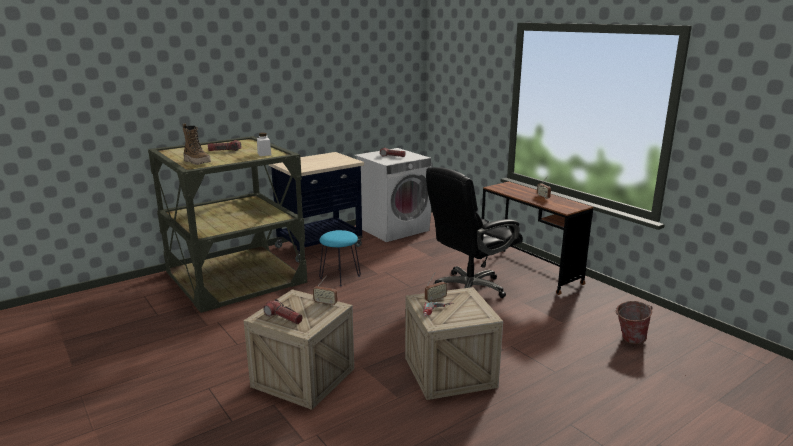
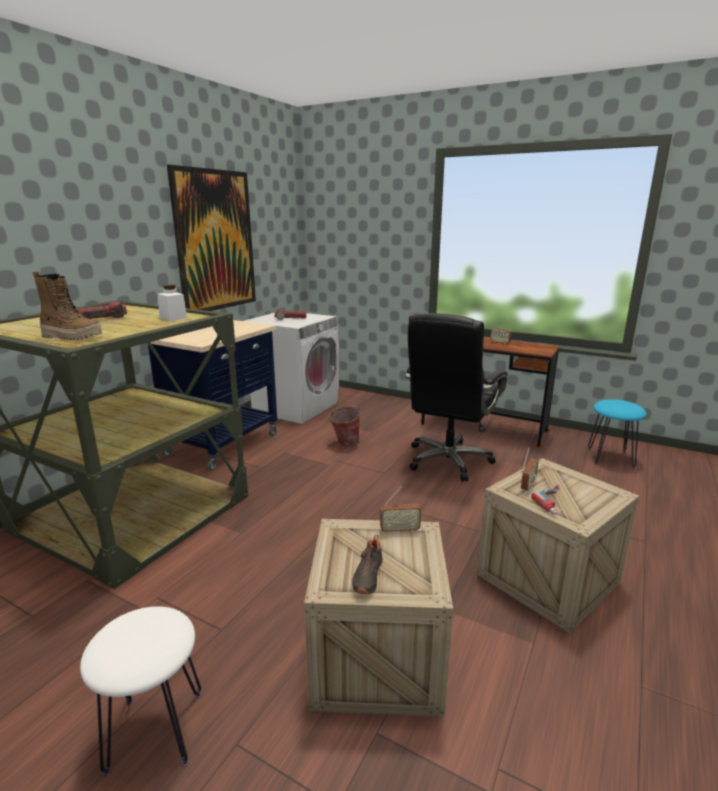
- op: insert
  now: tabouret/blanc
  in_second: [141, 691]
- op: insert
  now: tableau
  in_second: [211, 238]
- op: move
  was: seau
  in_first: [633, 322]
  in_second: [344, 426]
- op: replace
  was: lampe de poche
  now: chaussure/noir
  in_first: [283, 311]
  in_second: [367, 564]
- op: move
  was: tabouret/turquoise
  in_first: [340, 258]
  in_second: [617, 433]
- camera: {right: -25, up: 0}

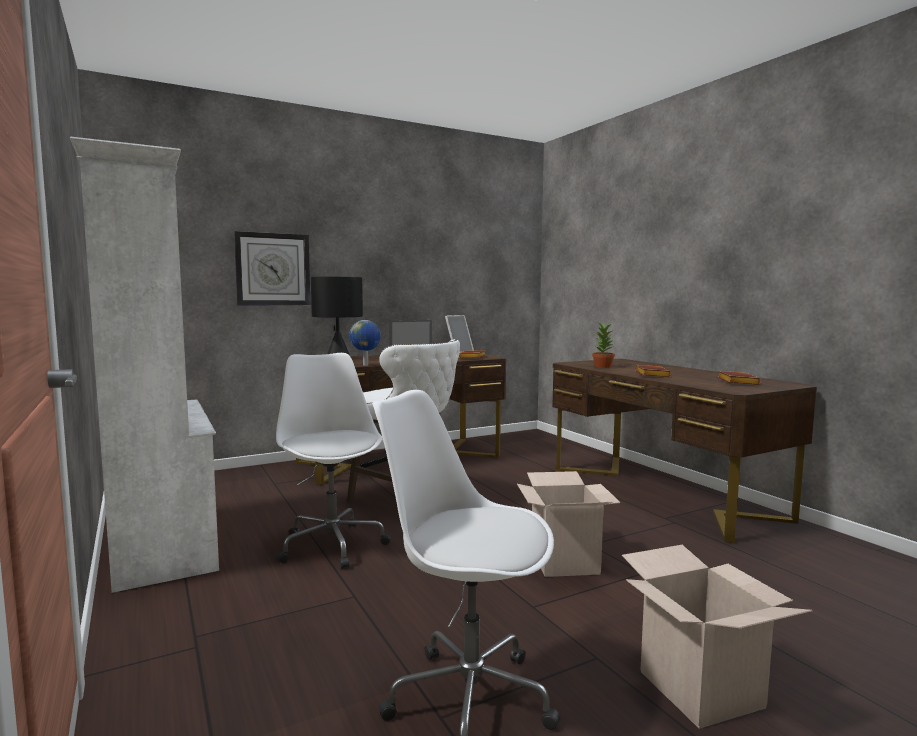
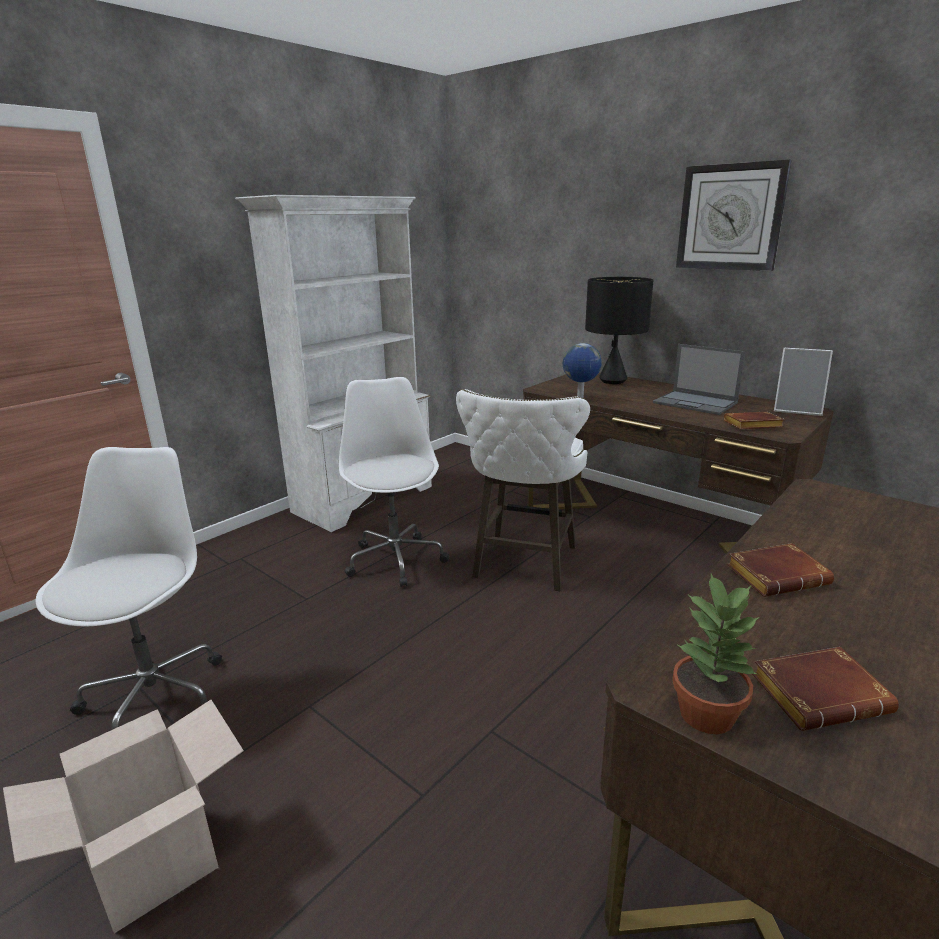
- op: rotate
  was: chaise de bureau/blanc
  in_first: [333, 461]
  in_second: [394, 482]
  clockwise: -60
- op: move
  was: plante en pot
  in_first: [603, 345]
  in_second: [716, 654]
- op: move
  was: horloge murale
  in_first: [272, 268]
  in_second: [733, 215]
- op: delete
  was: carton
  in_first: [569, 524]
- camera: {right: 70, up: 15}

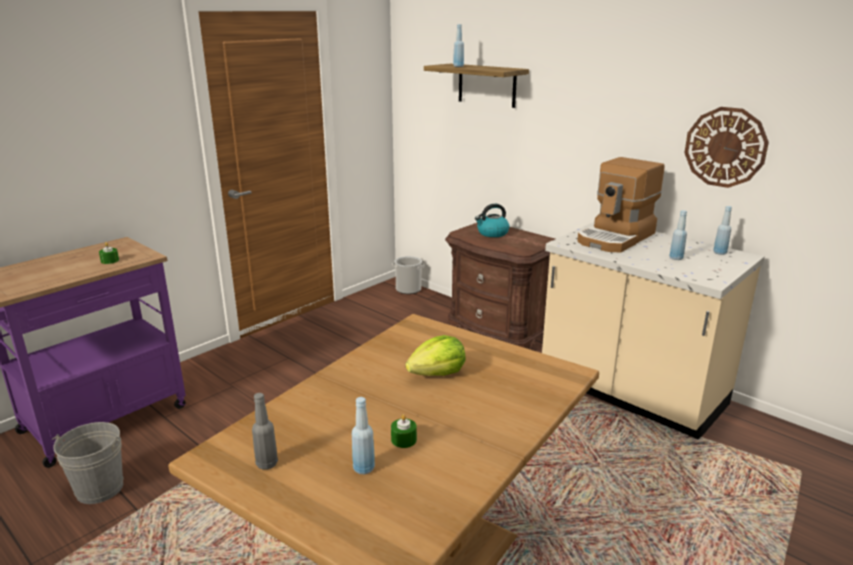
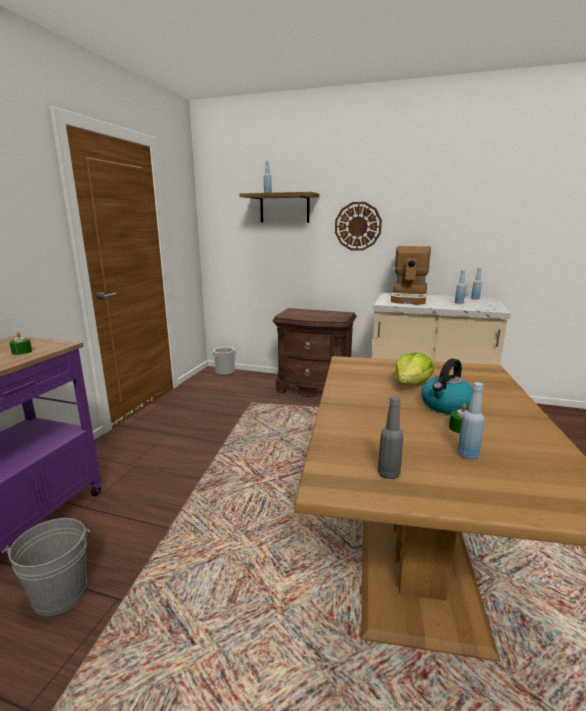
- op: move
  was: horloge murale
  in_first: [726, 147]
  in_second: [358, 226]
- op: move
  was: bouilloire
  in_first: [492, 220]
  in_second: [447, 386]
- camera: {right: -25, up: -5}

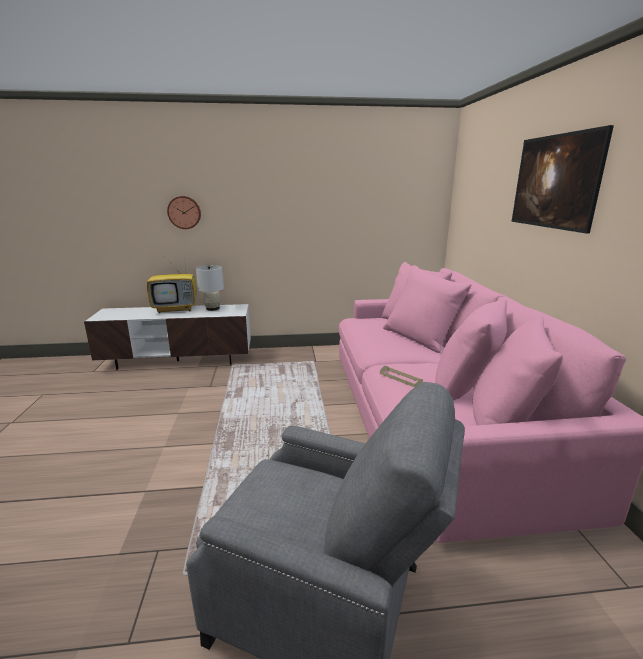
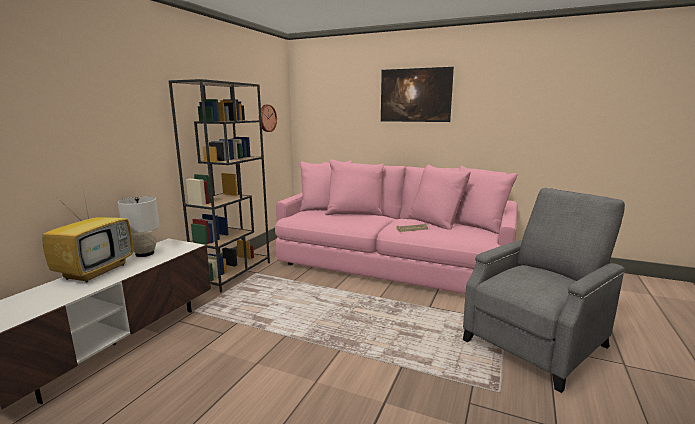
- op: insert
  now: bibliothèque
  in_second: [219, 185]
- op: move
  was: horloge murale
  in_first: [184, 212]
  in_second: [269, 118]
- camera: {right: -60, up: -5}

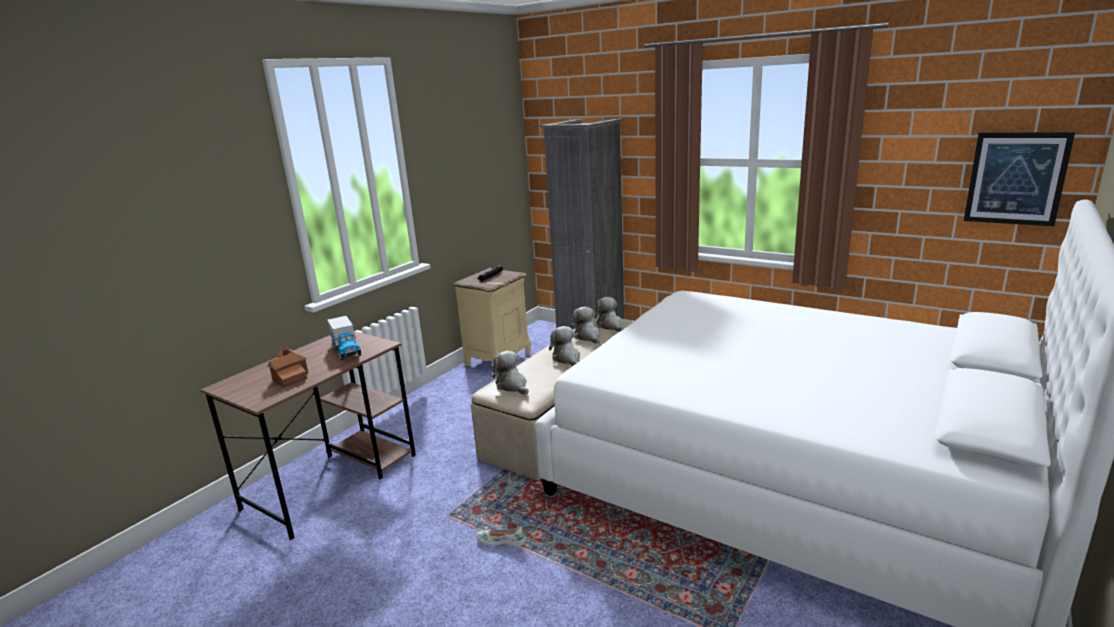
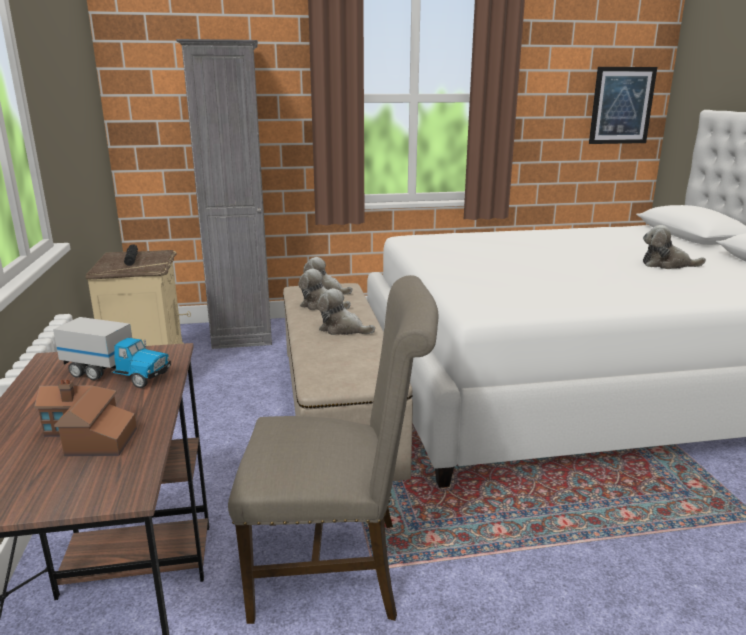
- op: insert
  now: chaise/beige
  in_second: [333, 449]
- op: move
  was: peluche
  in_first: [510, 373]
  in_second: [674, 247]
- op: delete
  was: chaussure/blanc
  in_first: [501, 537]
- camera: {right: -45, up: 0}

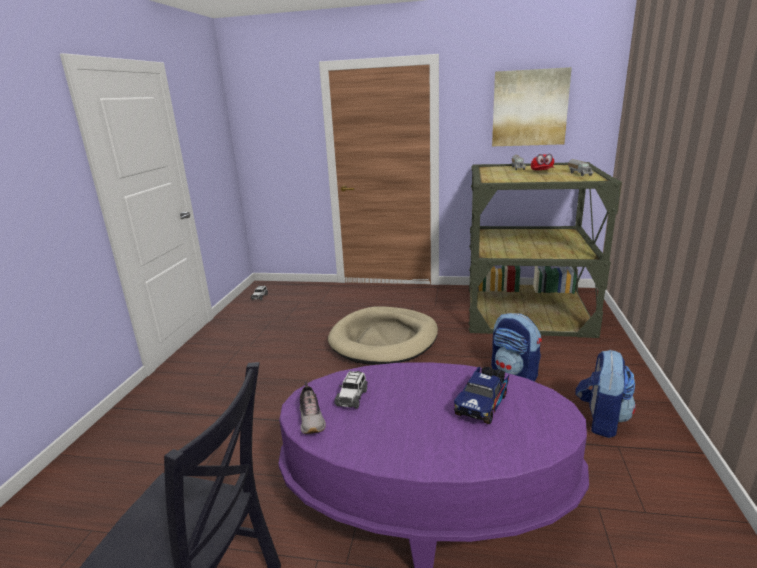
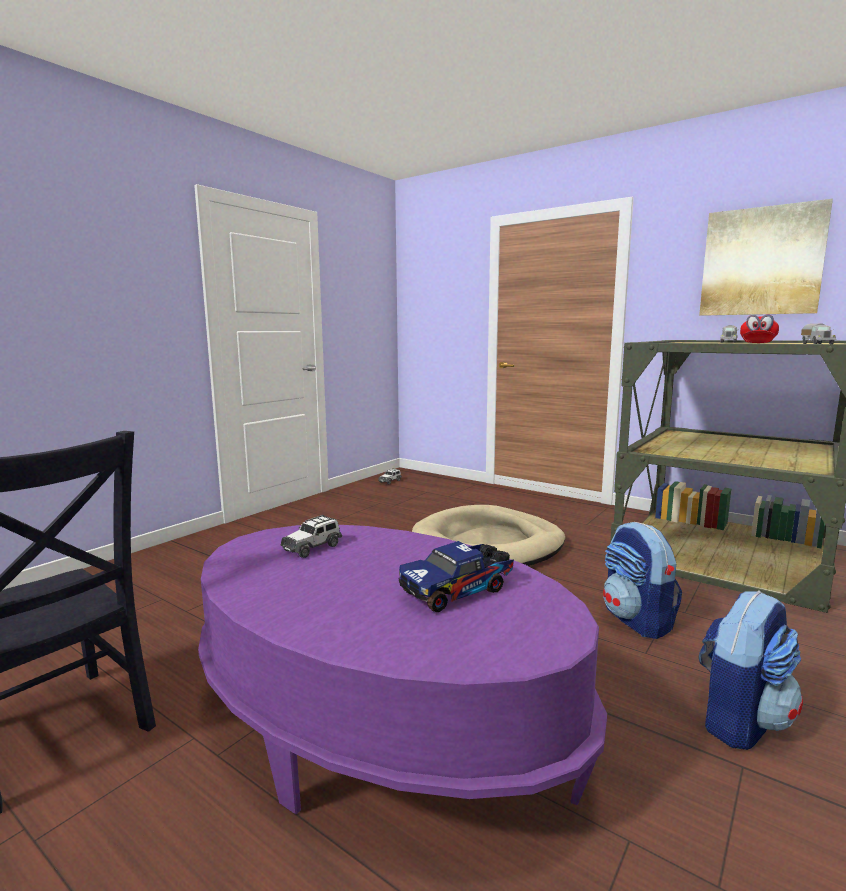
- op: delete
  was: chaussure
  in_first: [313, 407]
- camera: {right: 25, up: -10}

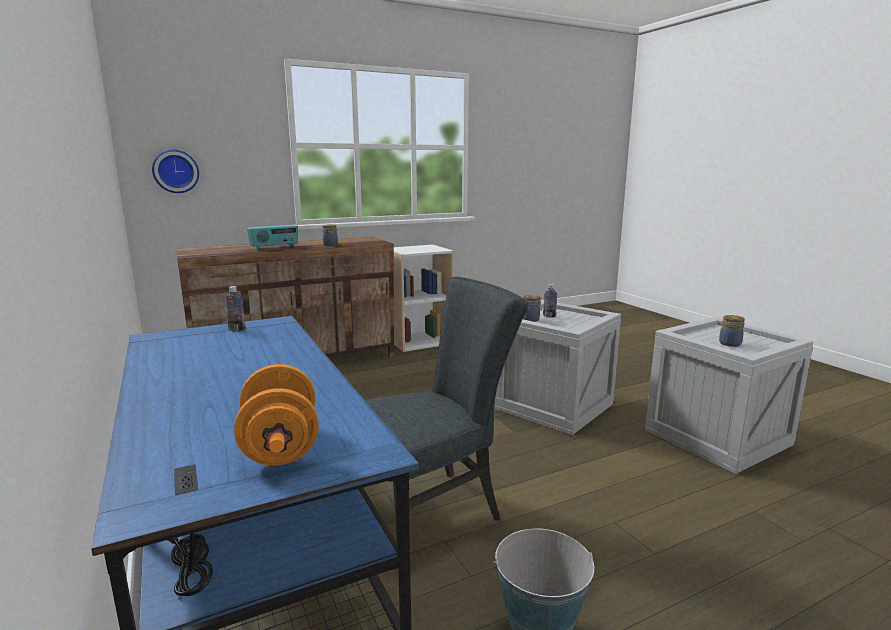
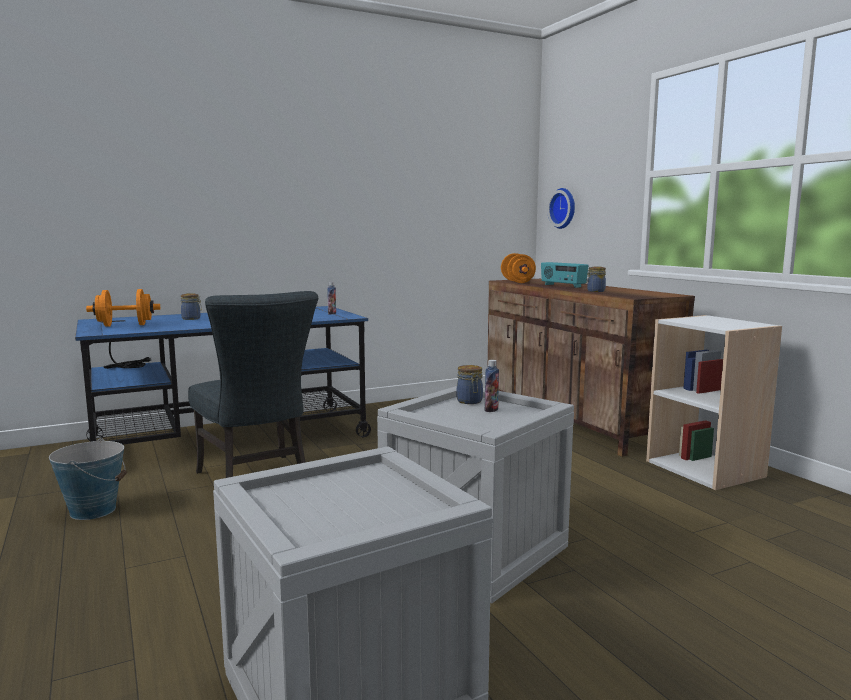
- op: move
  was: bocal
  in_first: [732, 331]
  in_second: [191, 306]
- op: insert
  now: haltère/orange
  in_second: [518, 268]
- camera: {right: 90, up: -5}

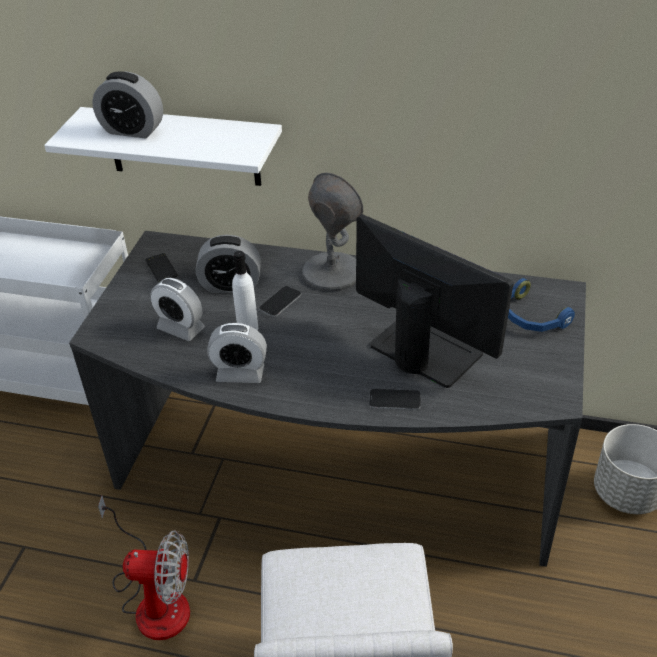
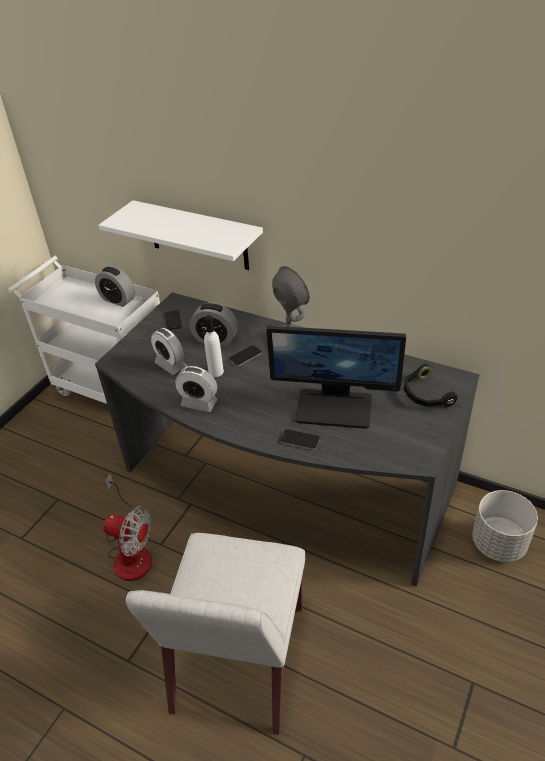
- op: move
  was: réveil
  in_first: [127, 105]
  in_second: [115, 286]
- op: rotate
  was: écran d'ordinateur
  in_first: [434, 301]
  in_second: [336, 377]
  clockwise: 135
- op: recolor
  was: casque audio/bleu
  now: casque audio/noir
  in_first: [541, 305]
  in_second: [430, 385]
- camera: {right: 15, up: 0}

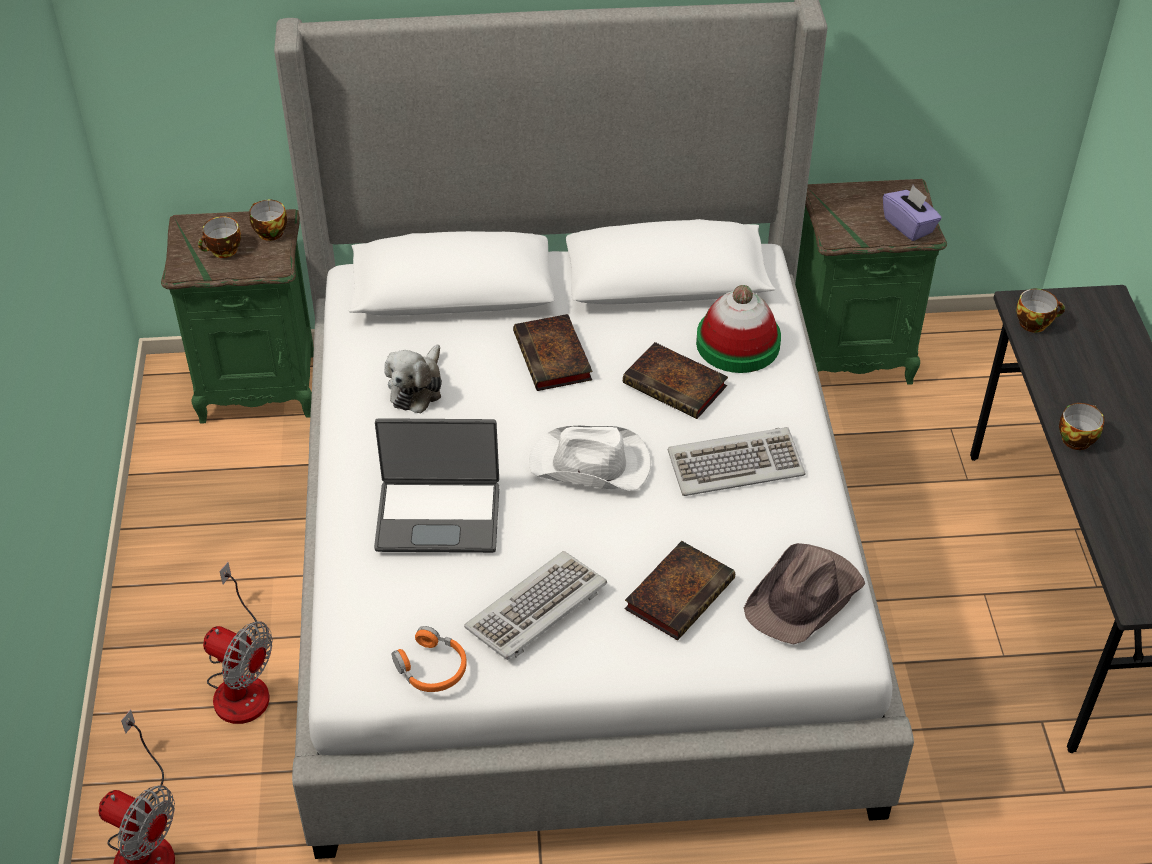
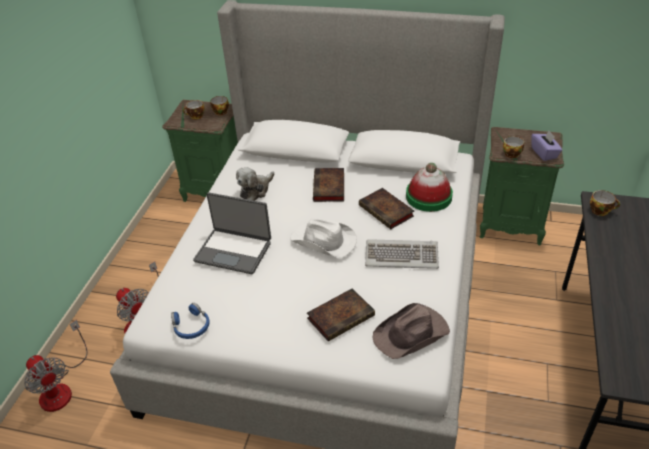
- op: recolor
  was: casque audio/orange
  now: casque audio/bleu
  in_first: [429, 659]
  in_second: [190, 321]
- op: move
  was: tasse
  in_first: [1082, 426]
  in_second: [513, 147]
- op: delete
  was: clavier
  in_first: [535, 605]
- camera: {right: 20, up: -5}

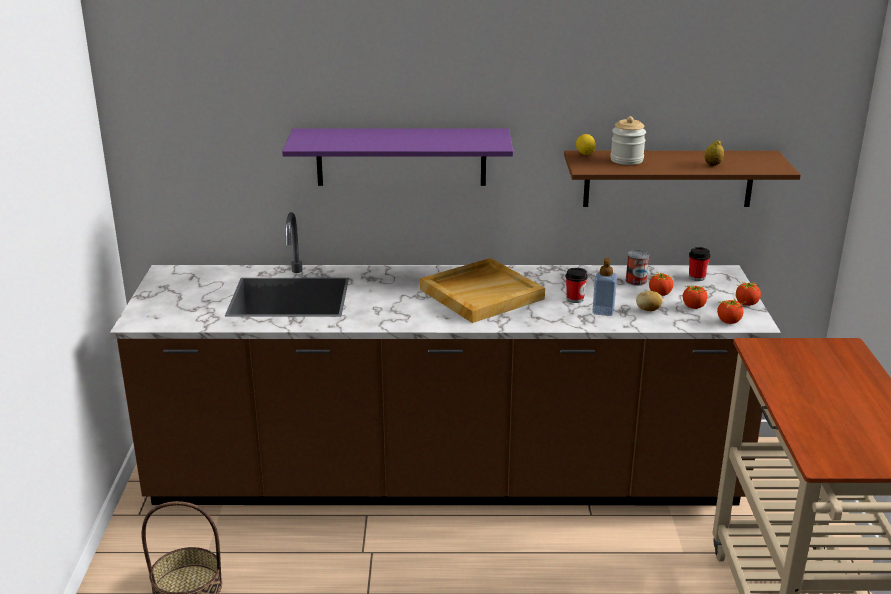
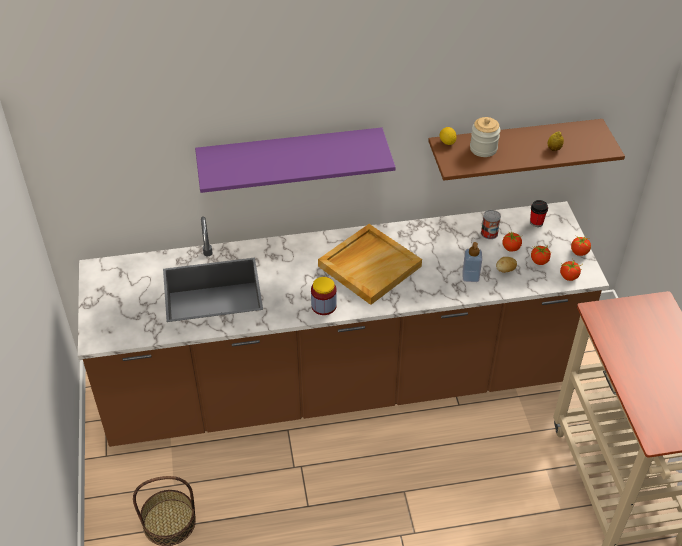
- op: insert
  now: bocal
  in_second: [324, 296]
- op: delete
  was: tasse
  in_first: [577, 285]
- camera: {right: -10, up: 20}

